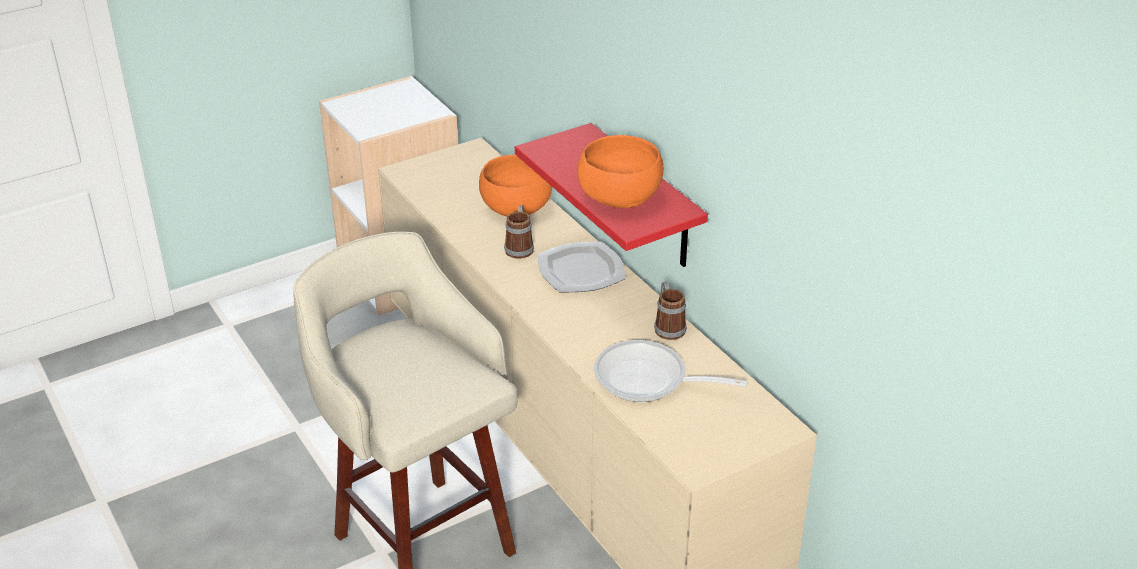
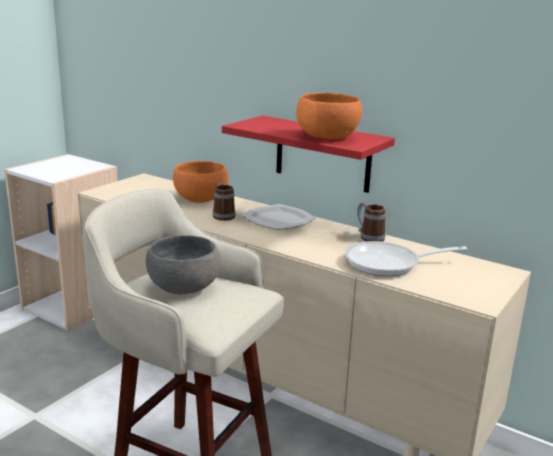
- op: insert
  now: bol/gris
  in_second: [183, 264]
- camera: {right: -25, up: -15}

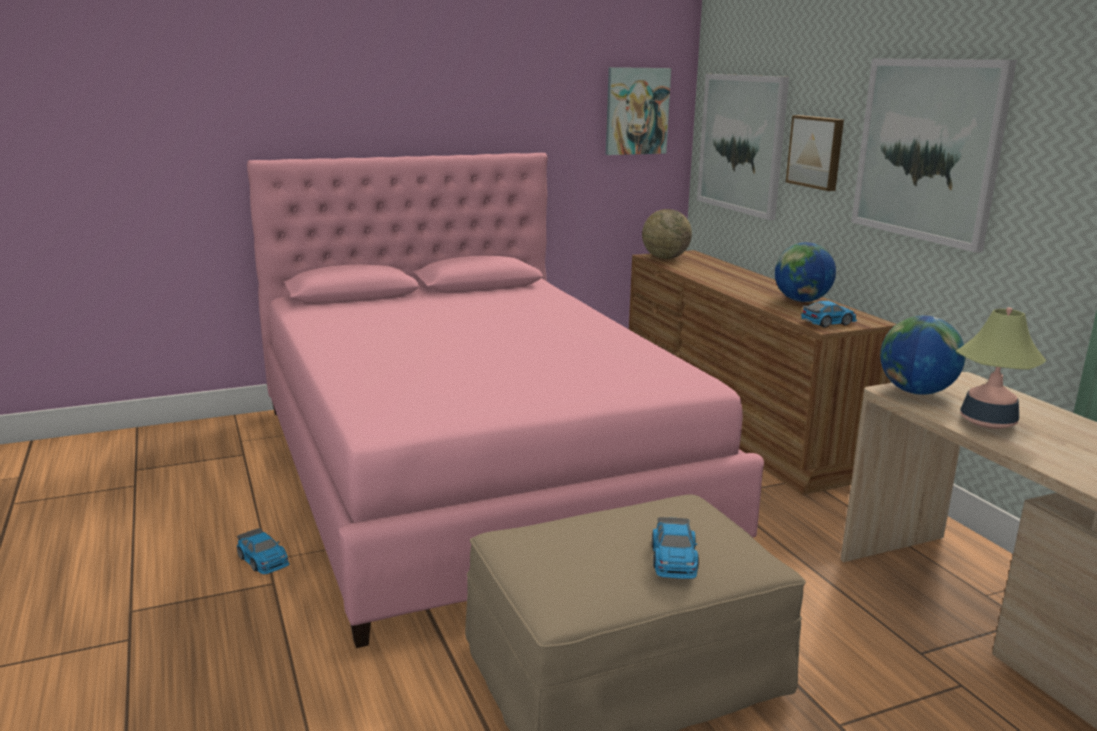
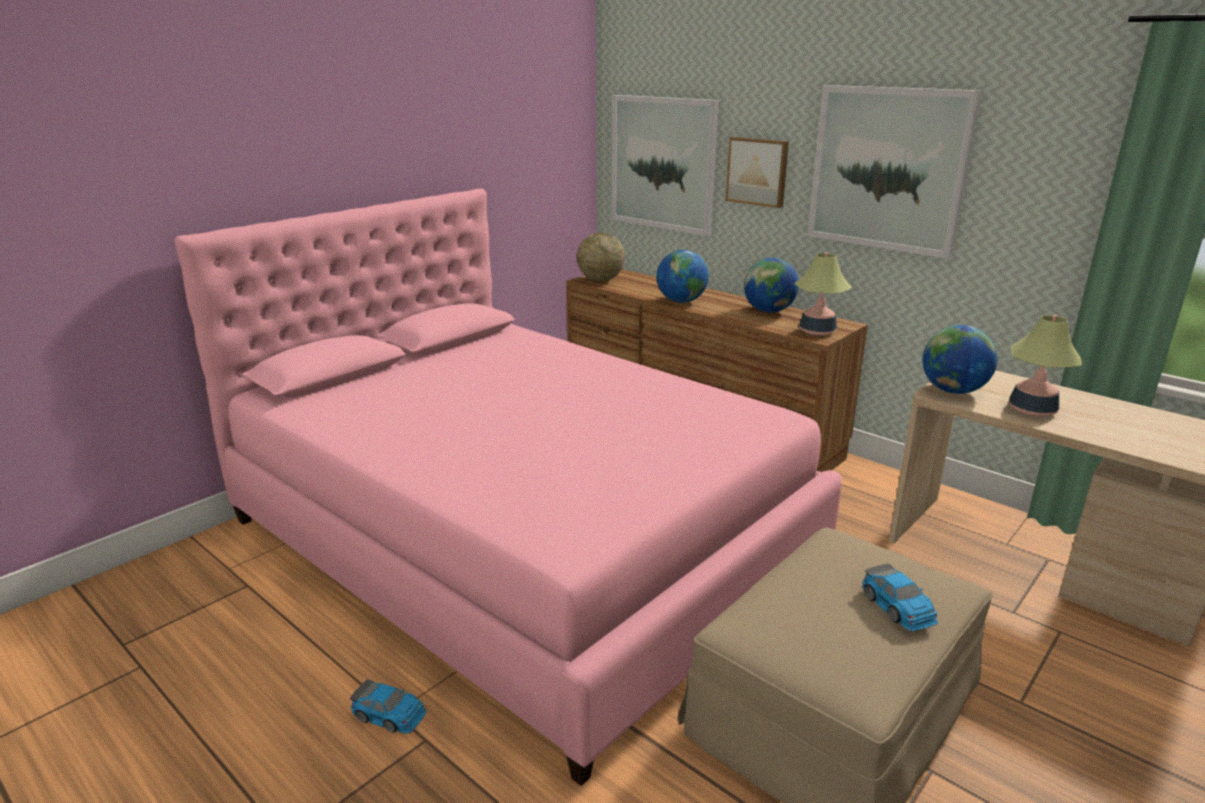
- op: insert
  now: globe
  in_second: [683, 276]
- op: replace
  was: petite voiture
  now: lampe de table
  in_first: [829, 314]
  in_second: [823, 294]
- op: delete
  was: tableau
  in_first: [638, 111]
- camera: {right: -25, up: 5}

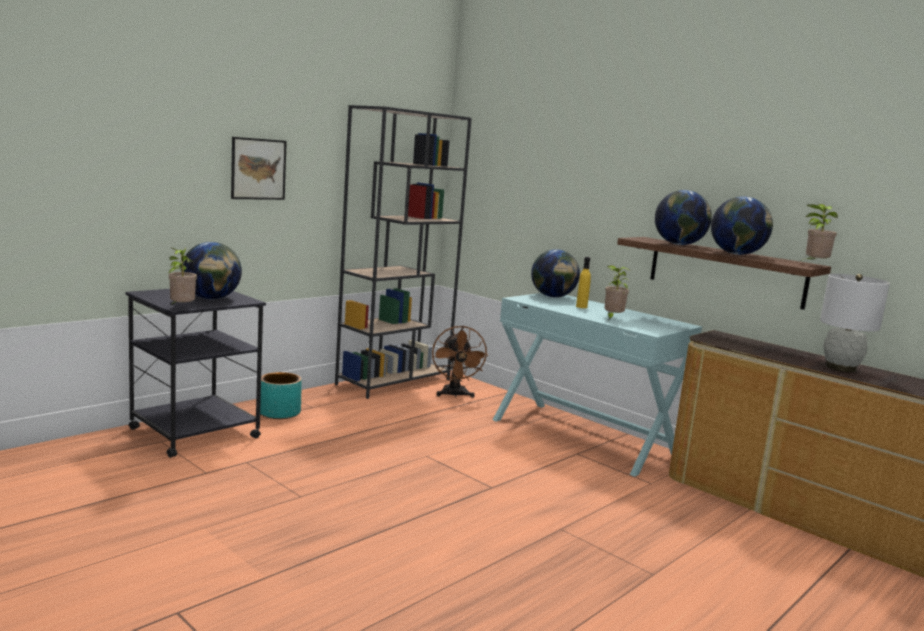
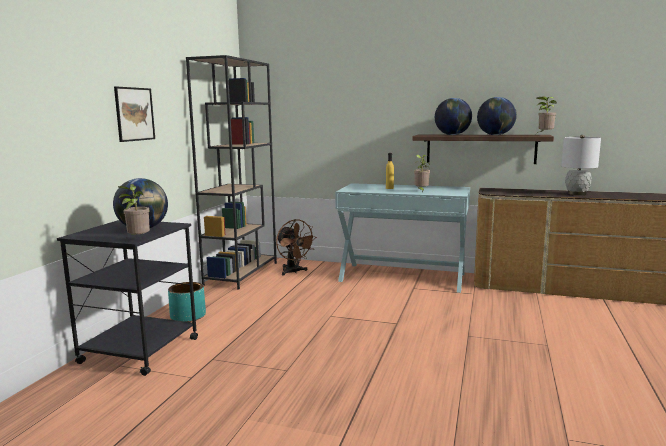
- op: delete
  was: globe
  in_first: [555, 273]
- camera: {right: -25, up: 0}

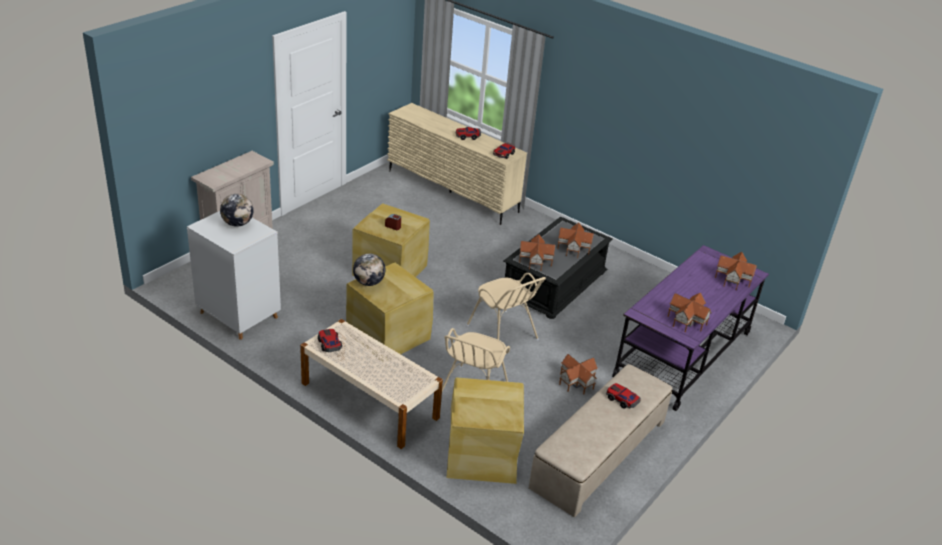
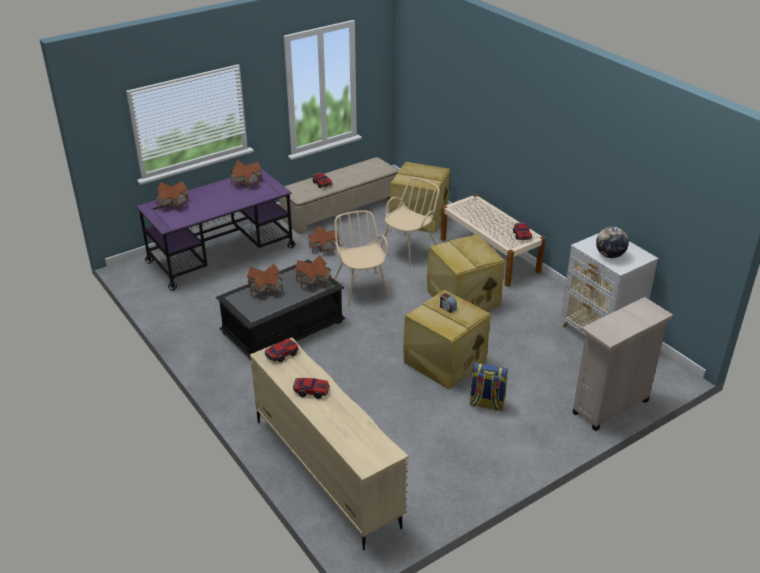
- op: insert
  now: sac à dos
  in_second: [488, 387]
- op: delete
  was: globe
  in_first: [369, 269]
- camera: {right: -160, up: 0}

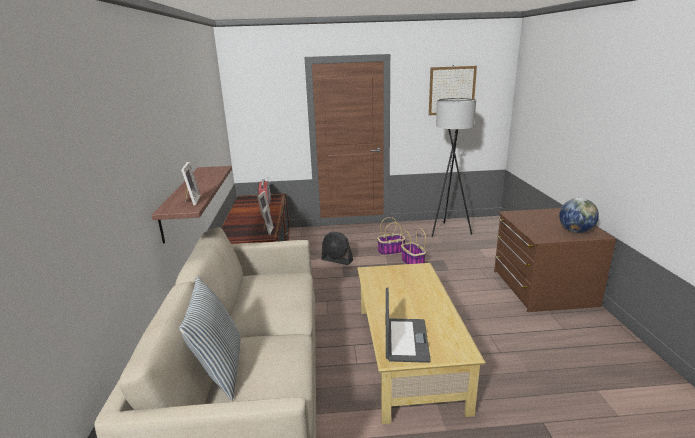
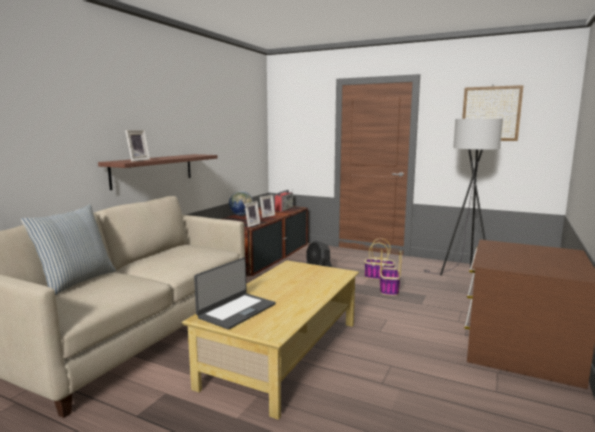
- op: move
  was: globe
  in_first: [579, 215]
  in_second: [241, 203]
- camera: {right: 30, up: -10}

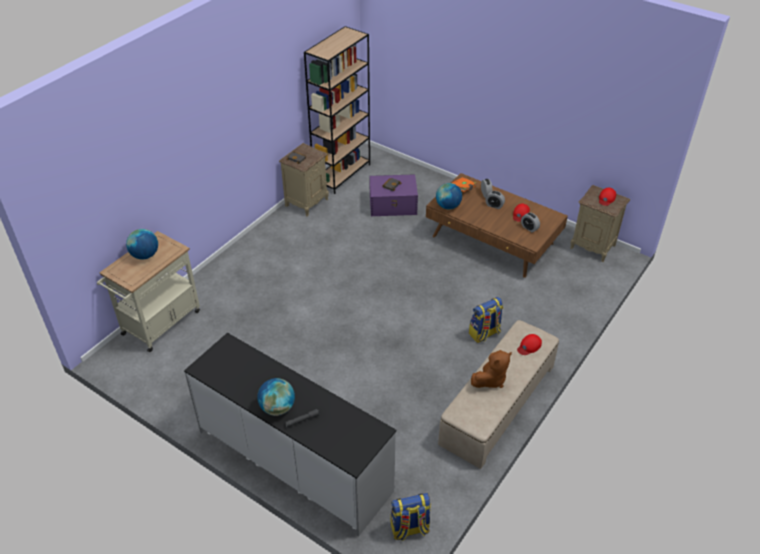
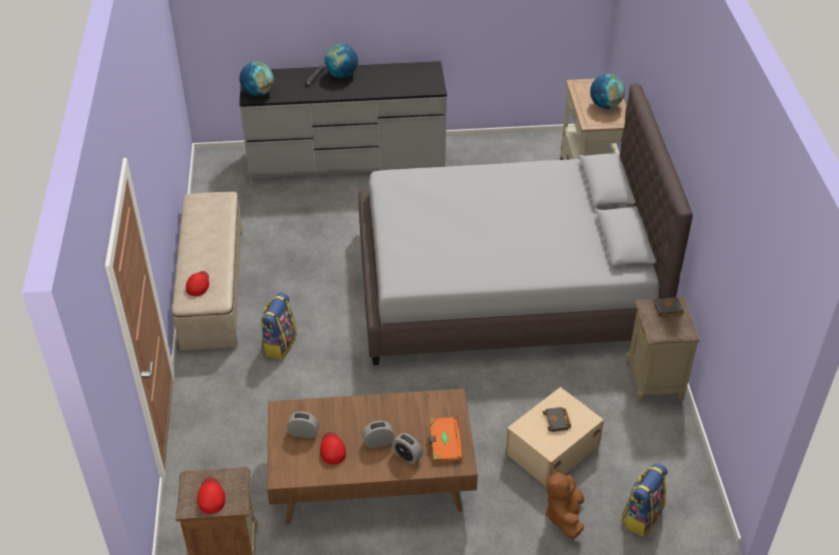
- op: move
  was: globe
  in_first: [449, 196]
  in_second: [256, 79]
- op: insert
  now: lit/gris
  in_second: [525, 224]
- op: recolor
  was: boîte de rangement/violet
  now: boîte de rangement/beige
  in_first: [393, 195]
  in_second: [554, 437]
- op: move
  was: peluche/marron
  in_first: [491, 369]
  in_second: [564, 503]
- op: move
  was: sac à dos
  in_first: [410, 517]
  in_second: [645, 500]
- op: delete
  was: bibliothèque/beige
  in_first: [337, 110]
- camera: {right: 140, up: 0}

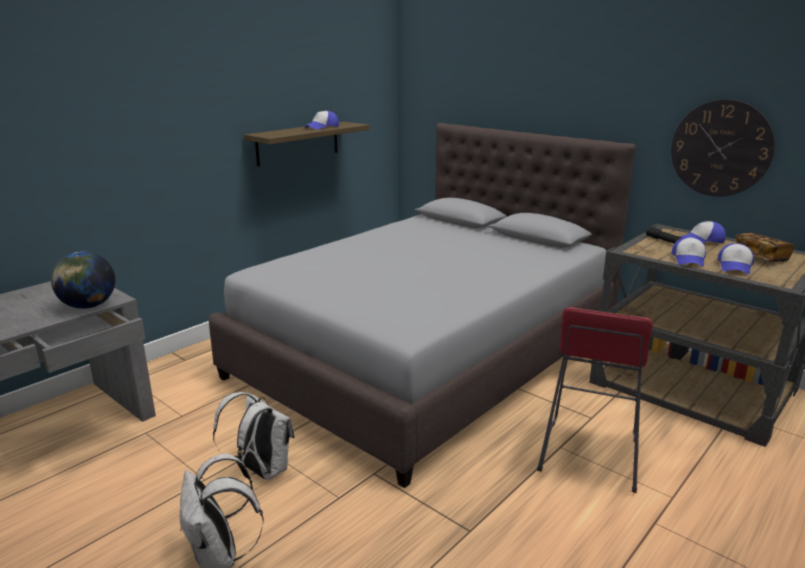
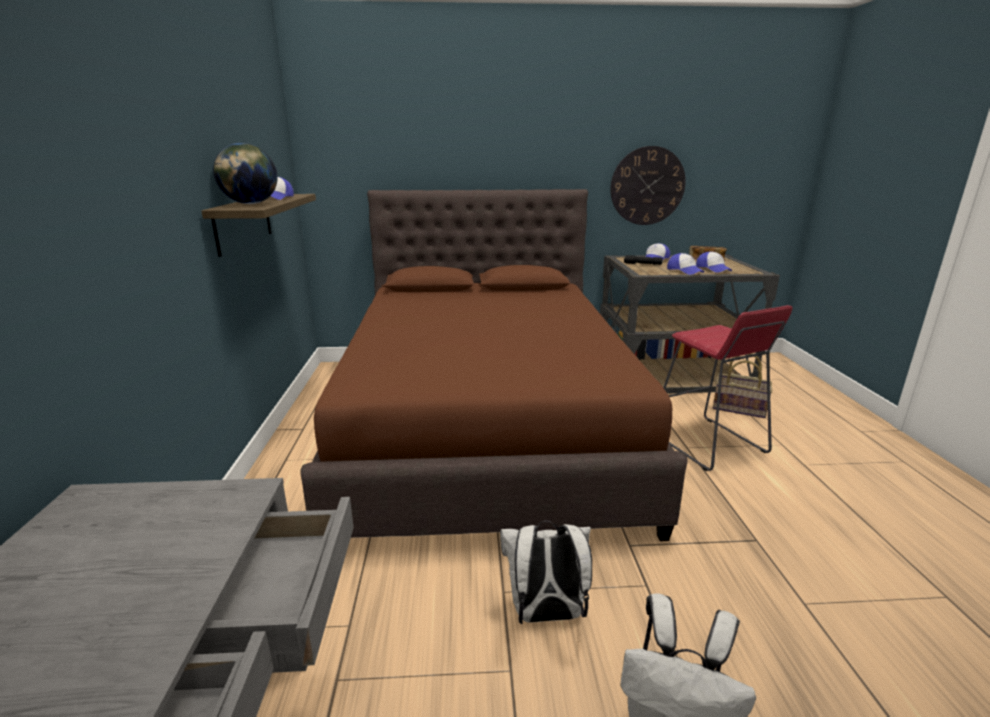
- op: move
  was: globe
  in_first: [83, 280]
  in_second: [245, 173]
- op: recolor
  was: lit/gris
  now: lit/marron
  in_first: [422, 305]
  in_second: [494, 365]
- op: insert
  now: panier
  in_second: [742, 385]
- camera: {right: -45, up: 0}

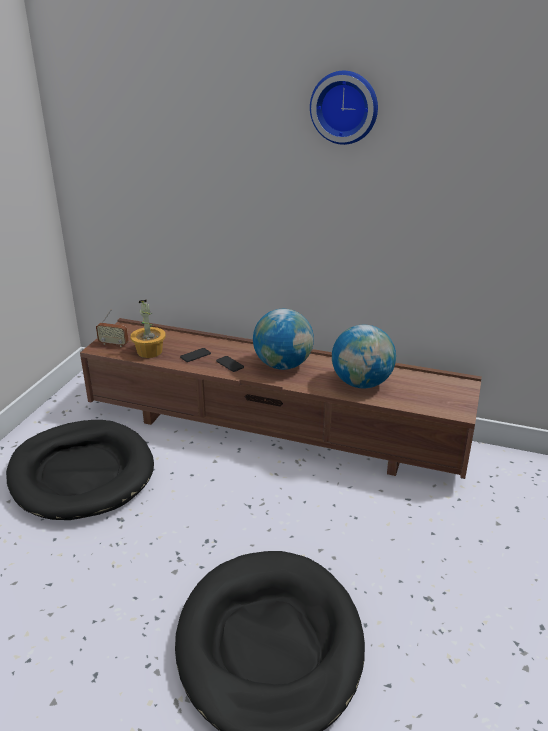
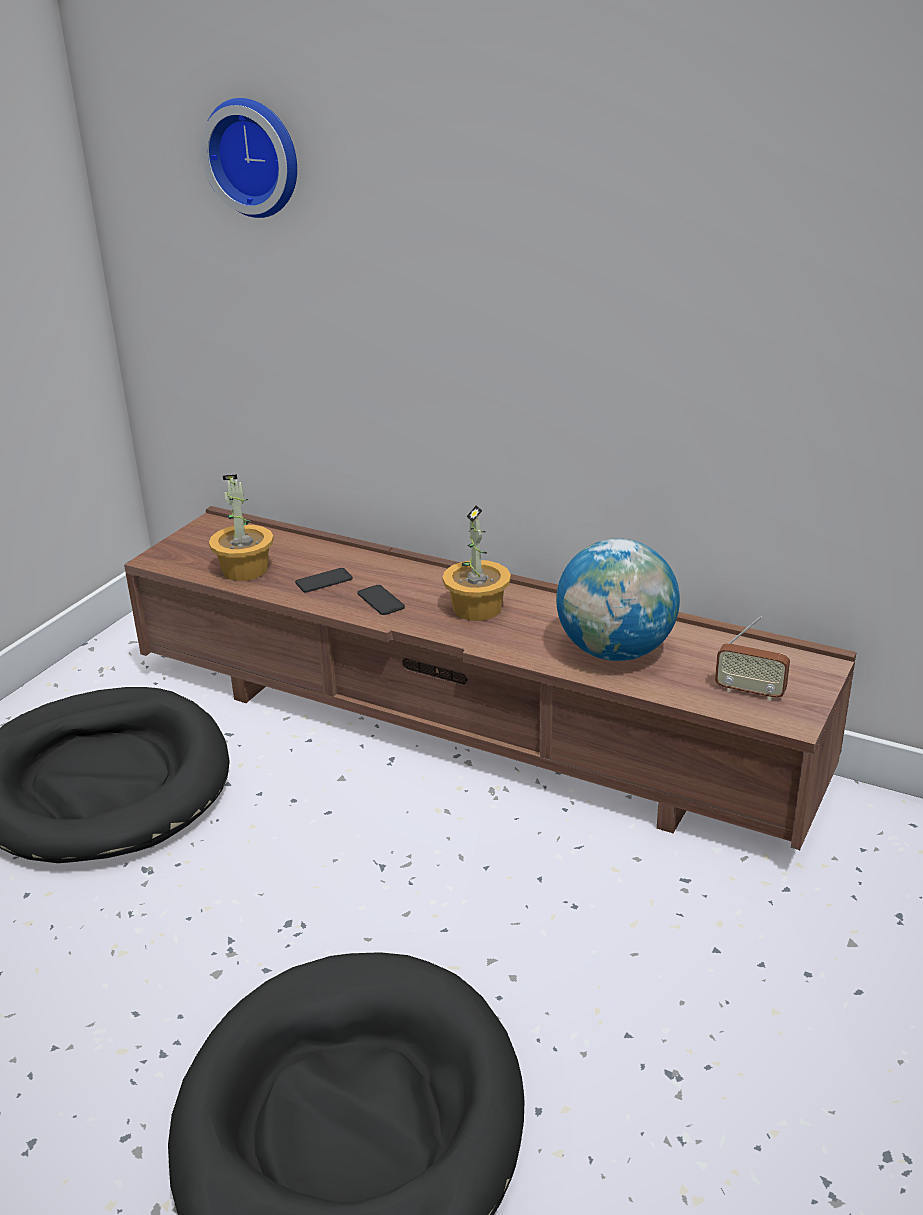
- op: move
  was: horloge murale
  in_first: [344, 108]
  in_second: [249, 158]
- op: replace
  was: globe
  now: plante en pot
  in_first: [283, 339]
  in_second: [476, 563]
- op: move
  was: radio
  in_first: [112, 328]
  in_second: [752, 658]
- camera: {right: 10, up: 0}

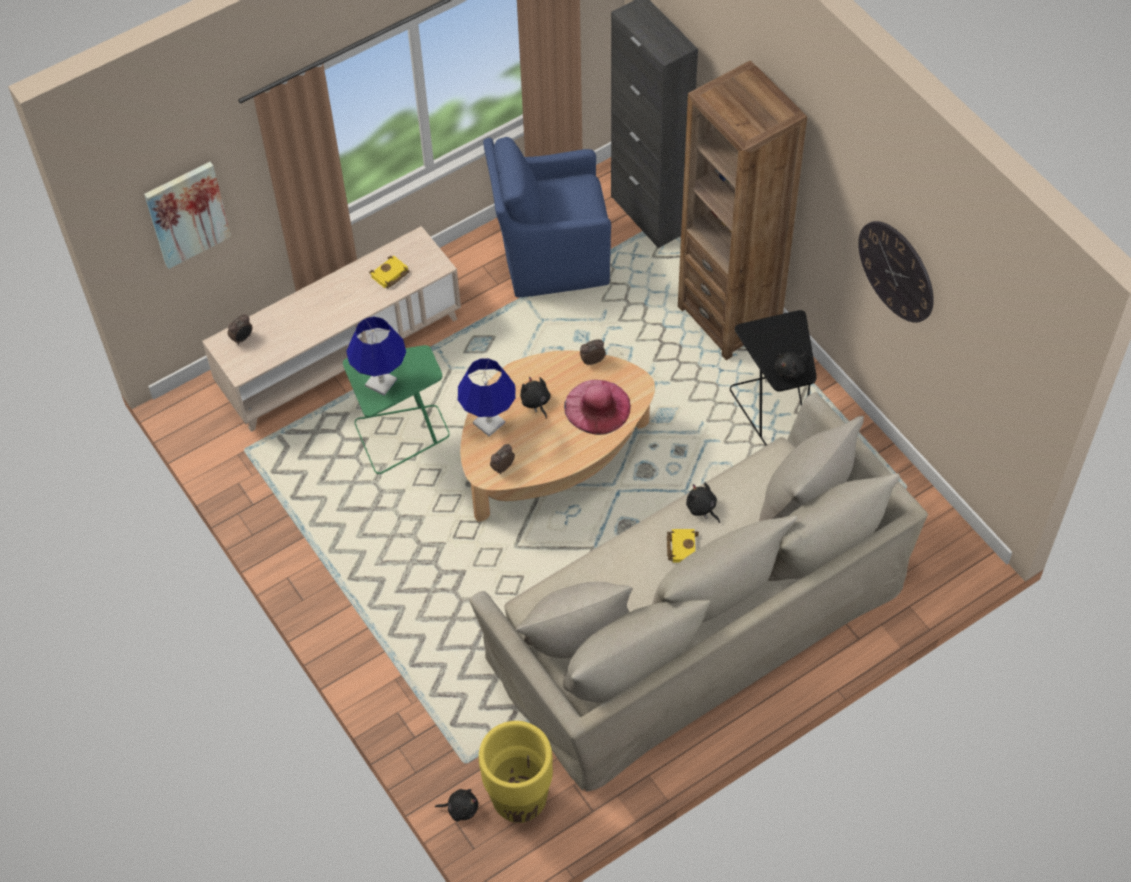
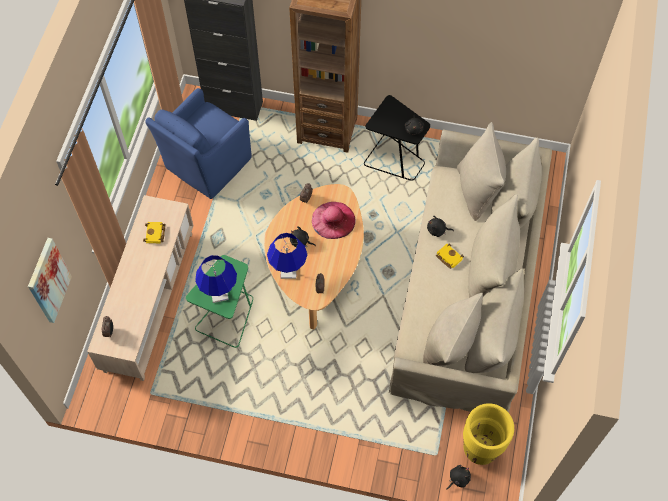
- op: delete
  was: horloge murale
  in_first: [896, 272]
- camera: {right: -45, up: 5}

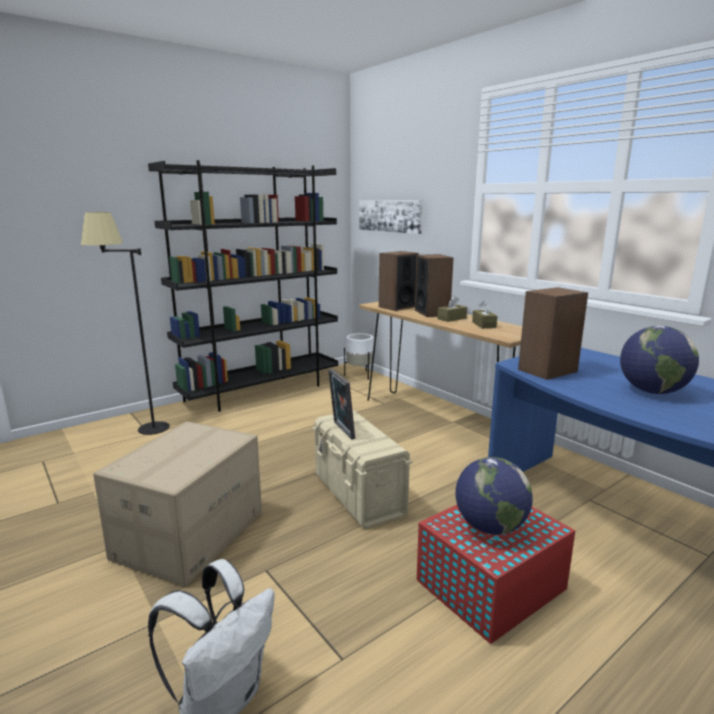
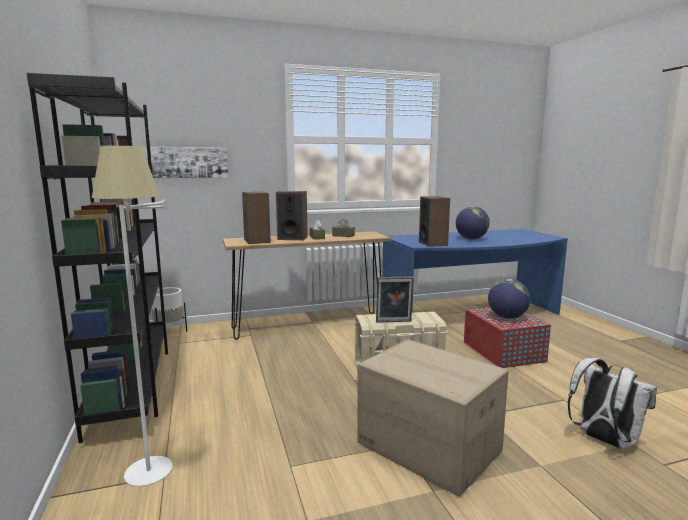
- op: recolor
  was: lampadaire/noir
  now: lampadaire/blanc
  in_first: [125, 323]
  in_second: [132, 316]
- camera: {right: -70, up: -5}

